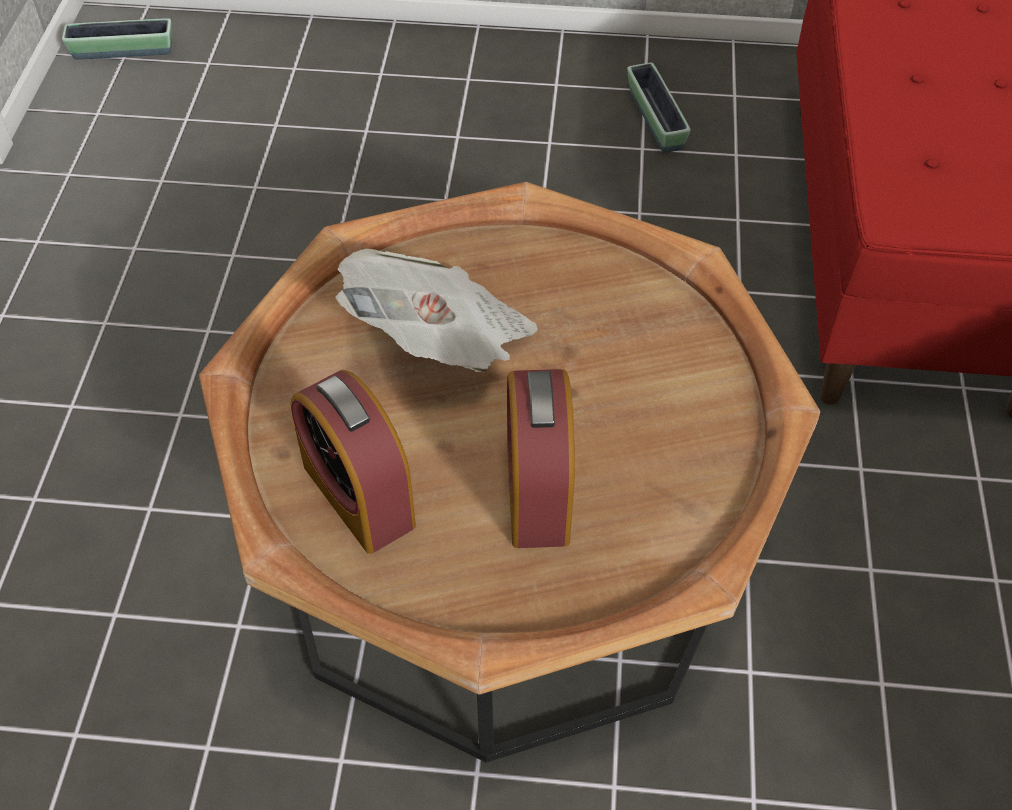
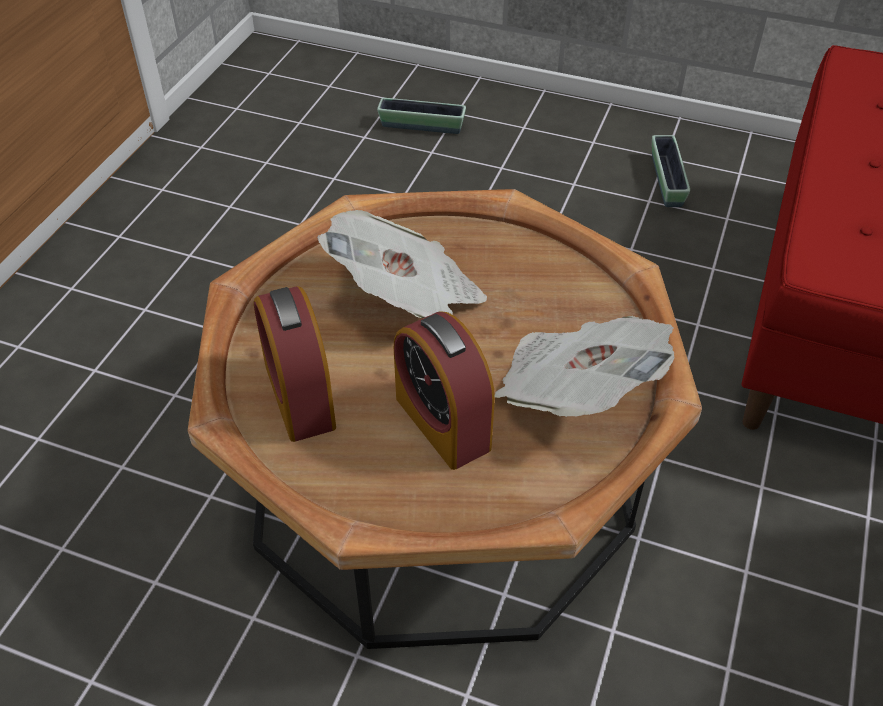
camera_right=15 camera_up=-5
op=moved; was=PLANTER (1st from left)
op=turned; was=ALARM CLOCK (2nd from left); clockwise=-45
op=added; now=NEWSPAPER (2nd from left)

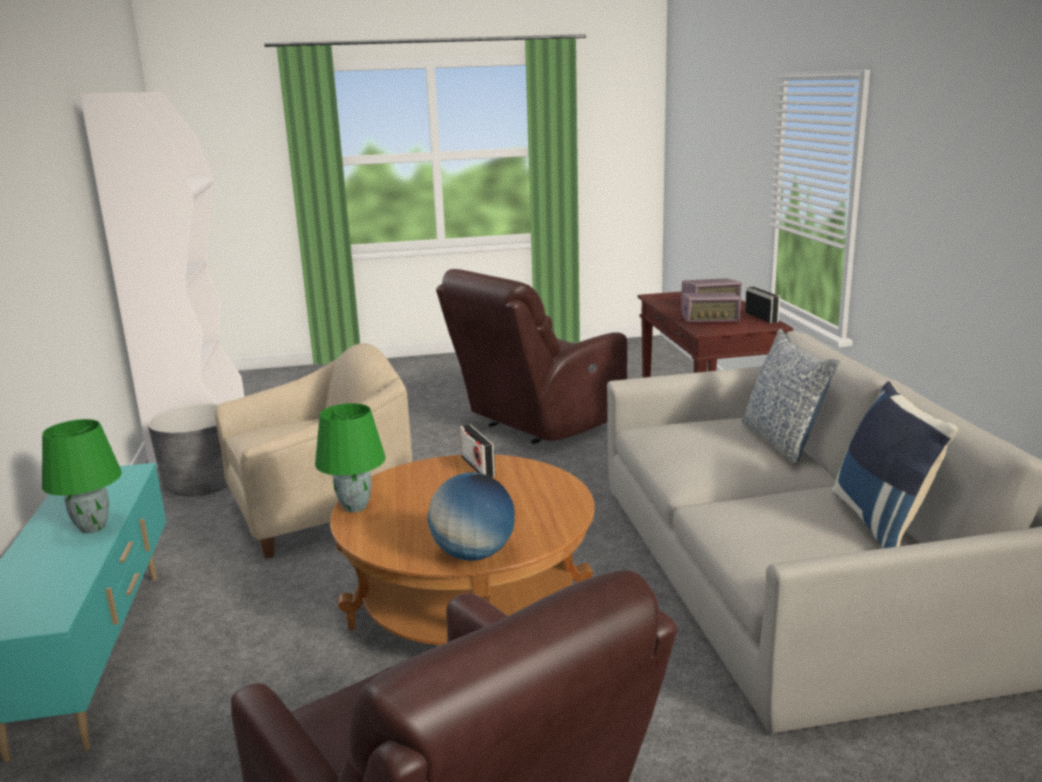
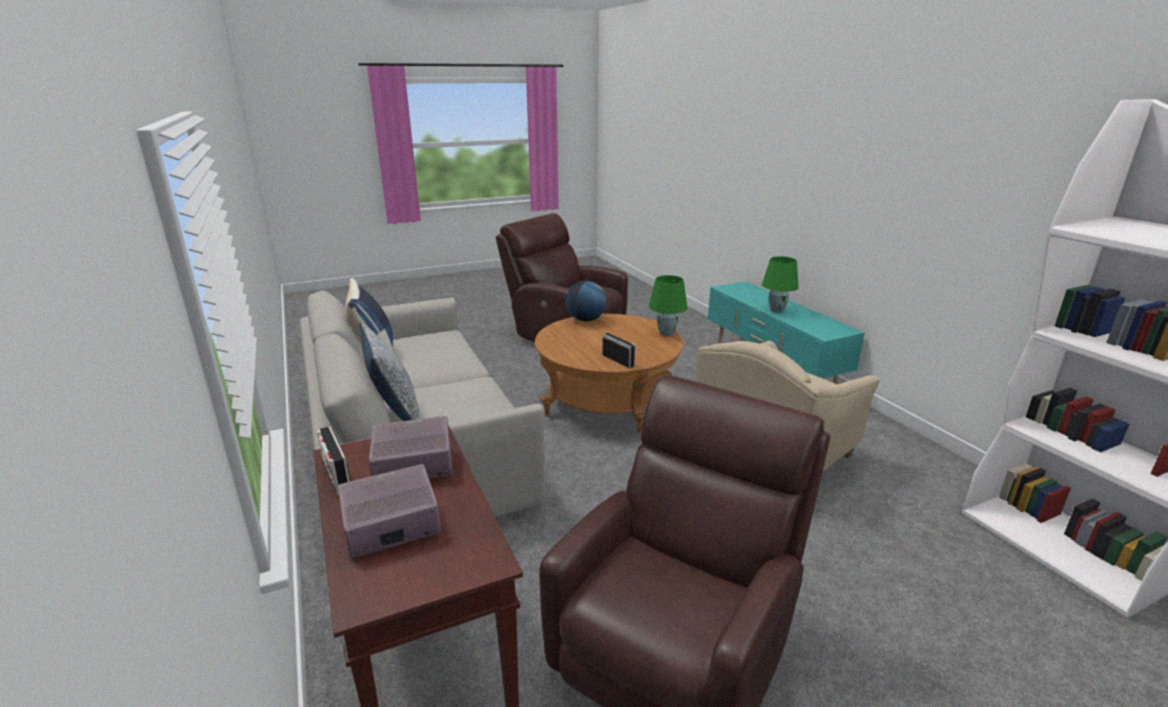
camera_right=165 camera_up=5
op=removed; was=GREY PLANTER

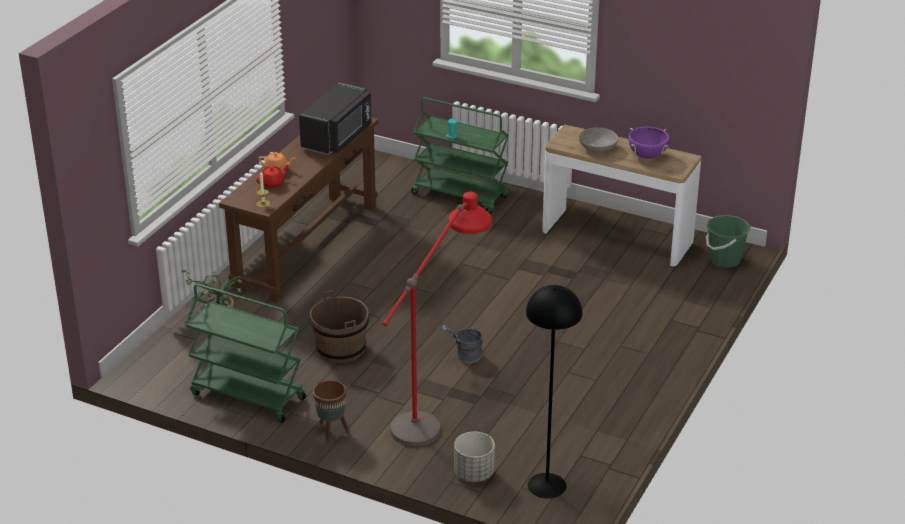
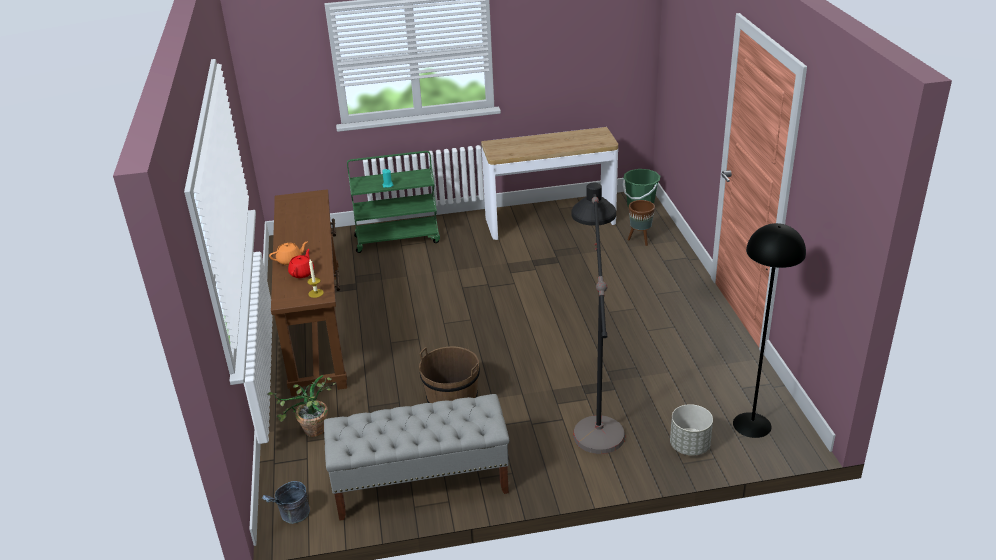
camera_right=-35 camera_up=0
op=replaced; was=GREEN CART (1st from left); now=GREY BENCH
op=removed; was=BLACK MICROWAVE
op=moved; was=BROWN PLANTER
op=recoloured; was=RED FLOOR LAMP; now=BLACK FLOOR LAMP (1st from left)
op=moved; was=GREY BUCKET
op=removed; was=GREY BOWL
op=removed; was=PURPLE COOKING POT

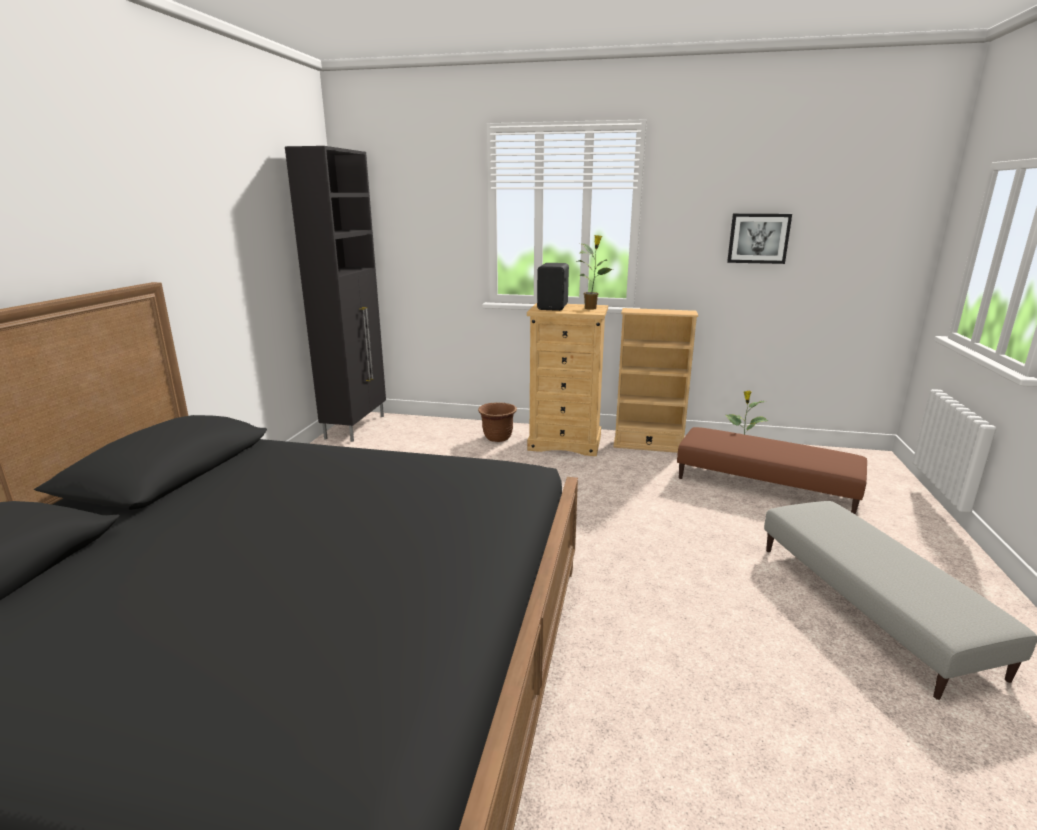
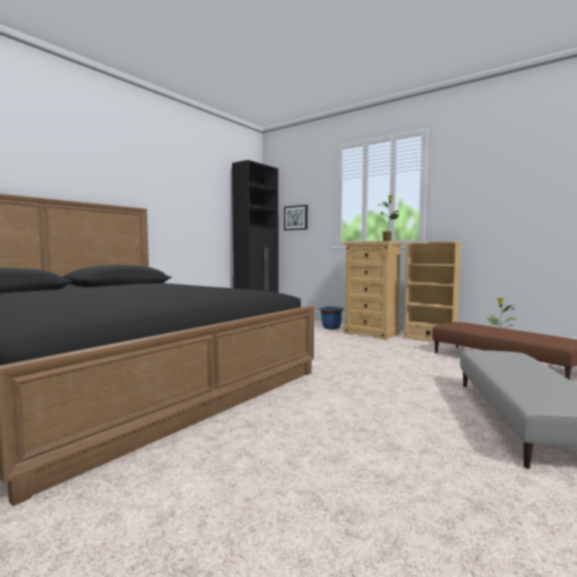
camera_right=25 camera_up=-15
op=recoloured; was=BROWN PLANTER; now=BLUE PLANTER
op=removed; was=BLACK SPEAKER
op=moved; was=PICTURE

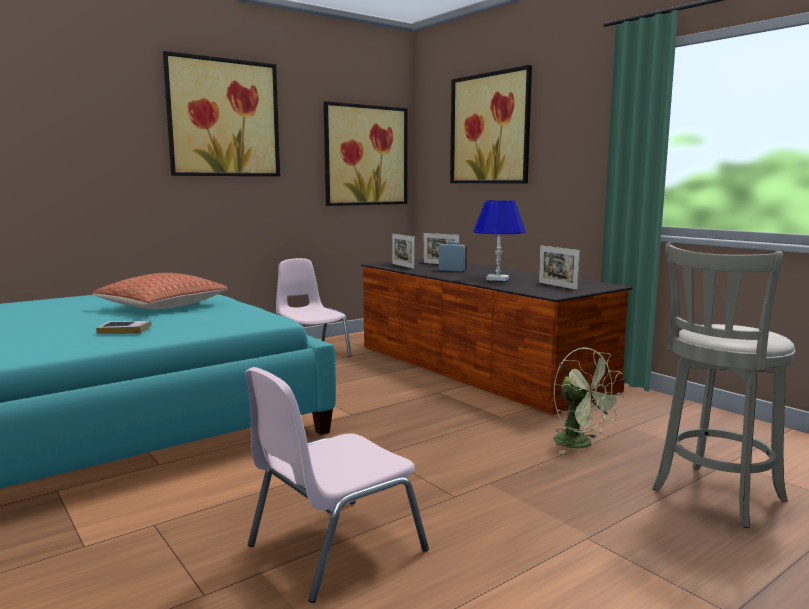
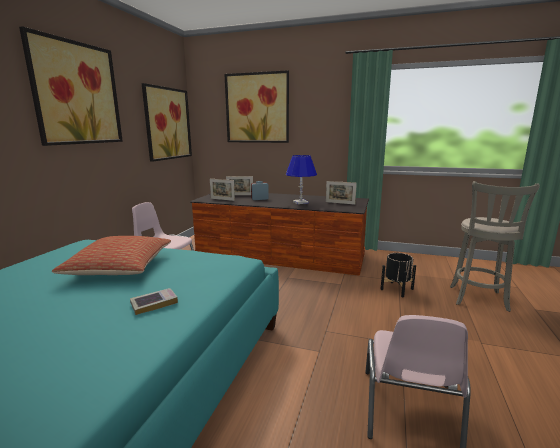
camera_right=-35 camera_up=5
op=replaced; was=GREEN FAN; now=BLACK PLANTER

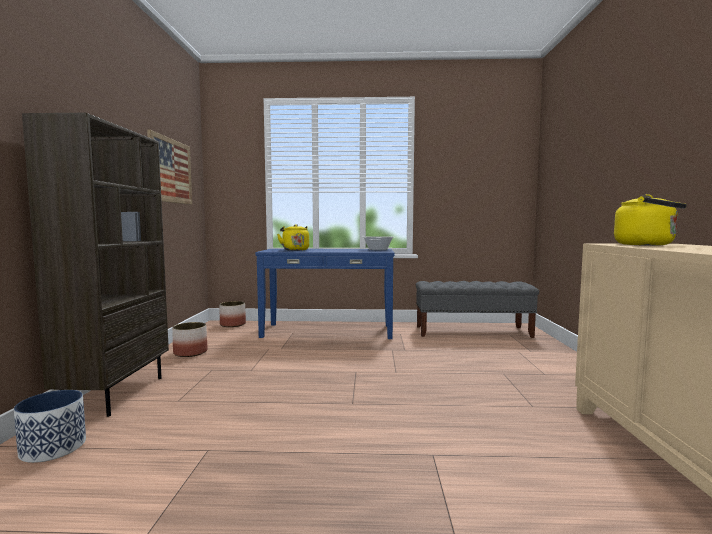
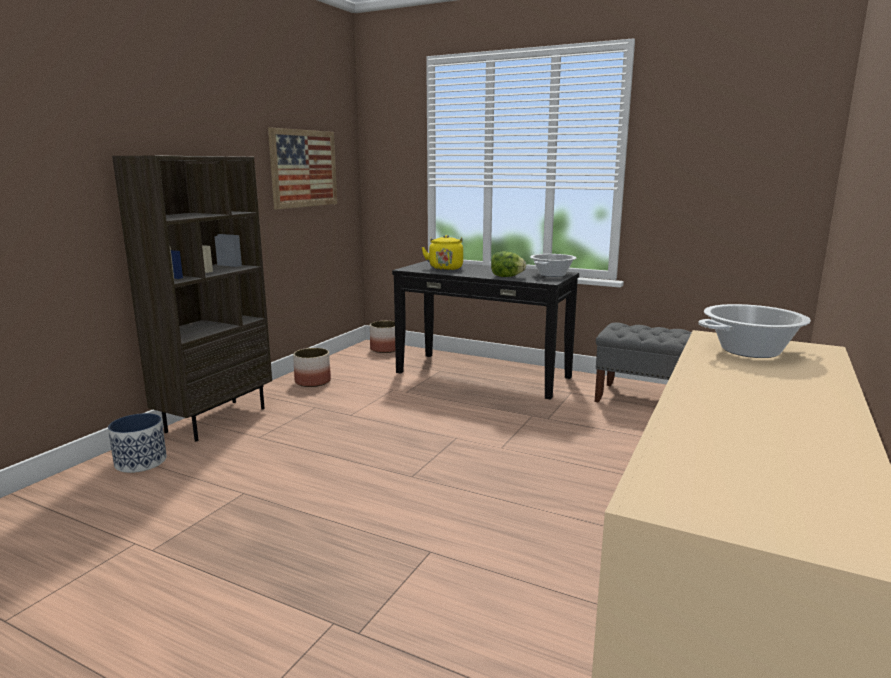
camera_right=25 camera_up=10
op=recoloured; was=BLUE CONSOLE TABLE; now=BLACK CONSOLE TABLE
op=replaced; was=YELLOW KETTLE (2nd from left); now=COOKING POT (2nd from left)
op=added; now=LETTUCE

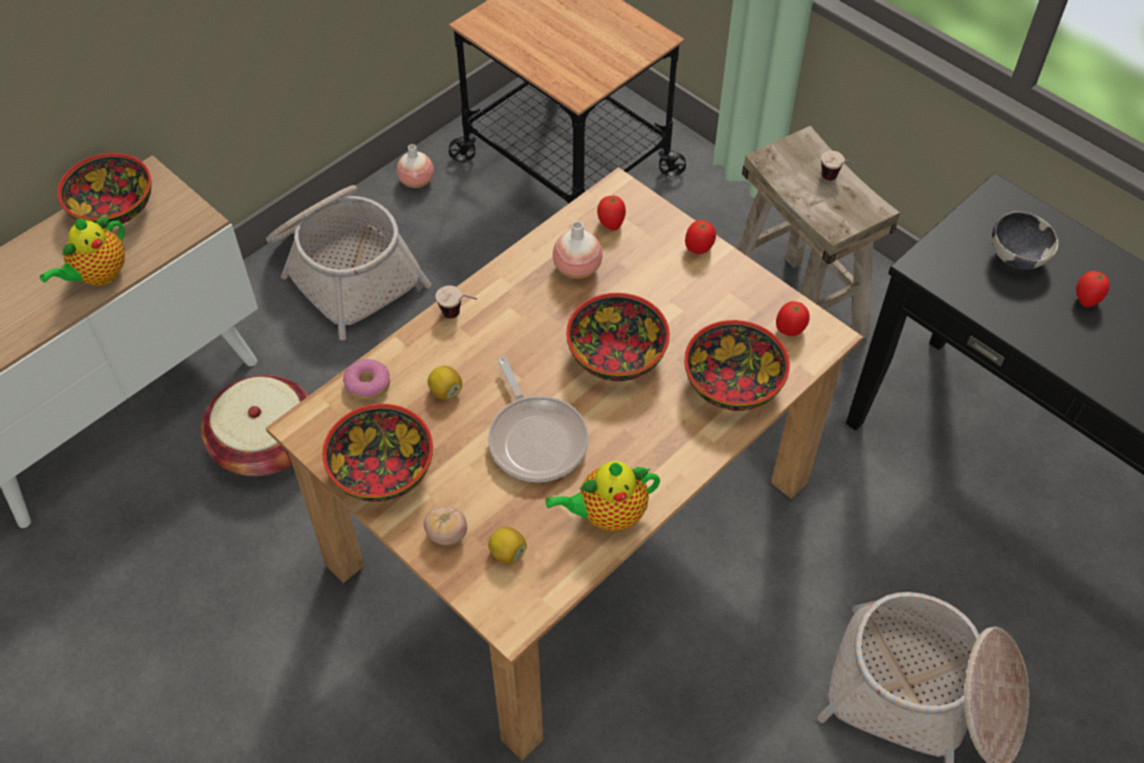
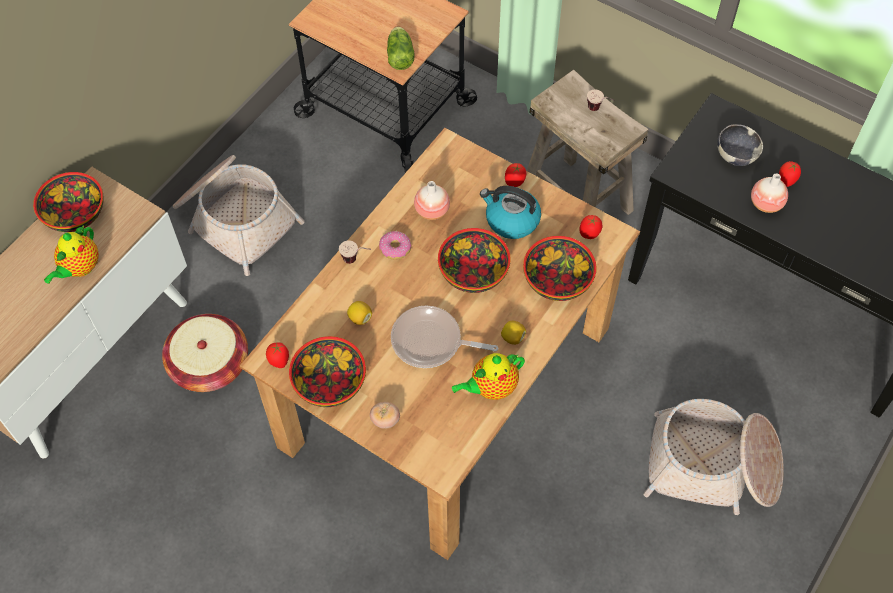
camera_right=-10 camera_up=5
op=moved; was=DONUT
op=moved; was=VASE (1st from left in the first image); now=VASE (2nd from left)
op=turned; was=FRYING PAN; clockwise=135
op=moved; was=LEMON (2nd from left)
op=moved; was=TOMATO (2nd from left in the first image); now=TOMATO (1st from left)
op=added; now=LETTUCE
op=added; now=KETTLE

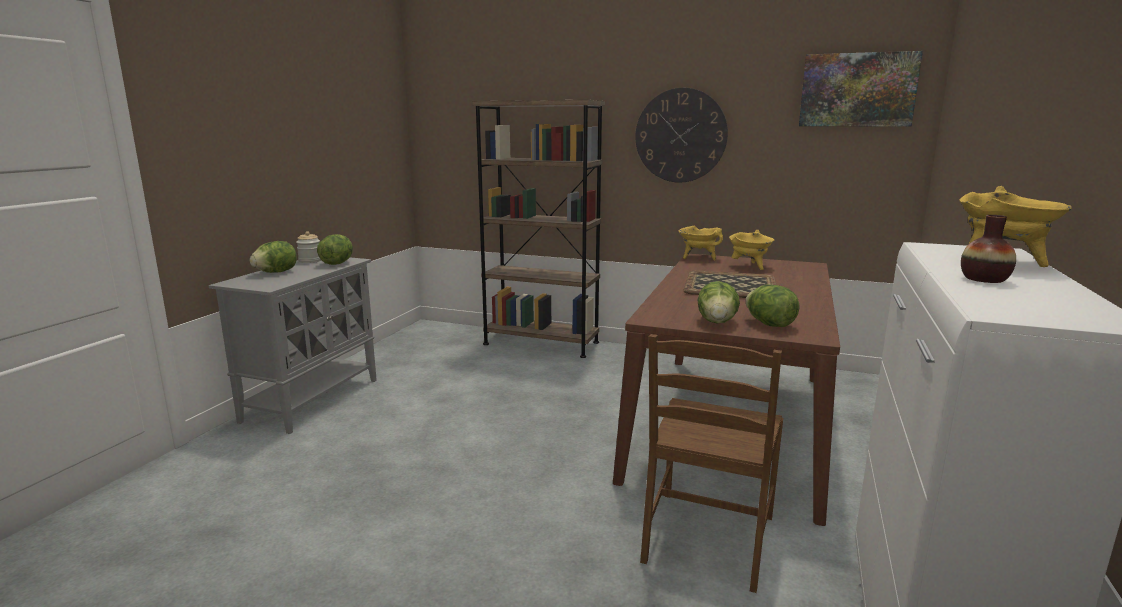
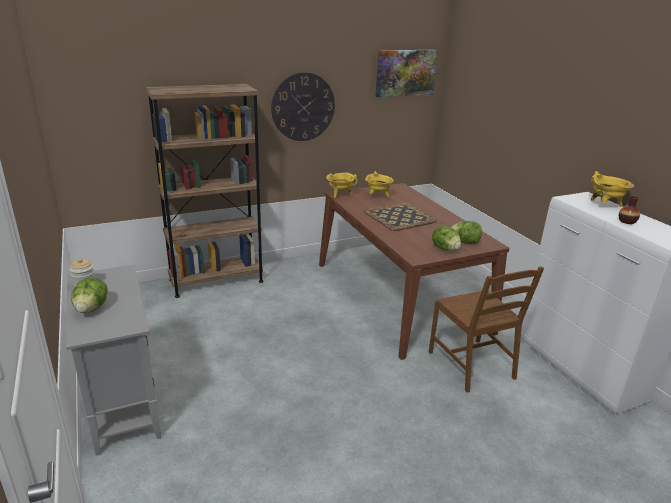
camera_right=-45 camera_up=10
op=removed; was=LETTUCE (2nd from left)

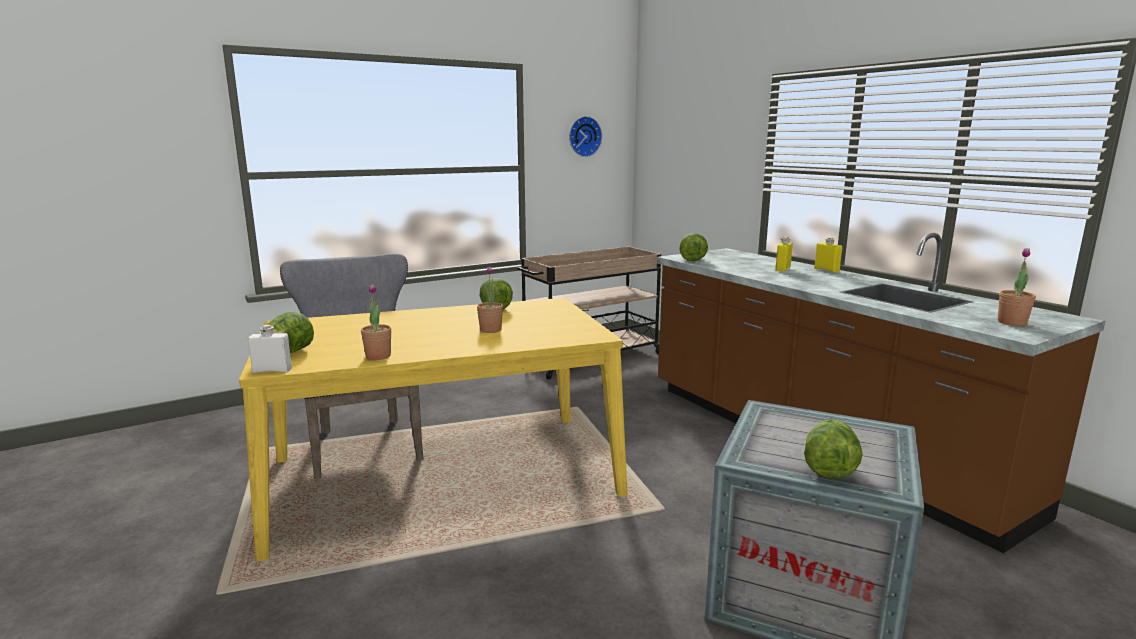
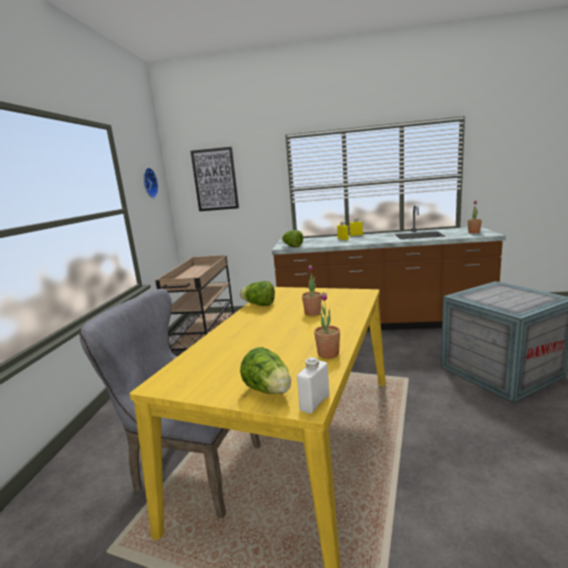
camera_right=-50 camera_up=0
op=removed; was=LETTUCE (4th from left)
op=added; now=PICTURE

